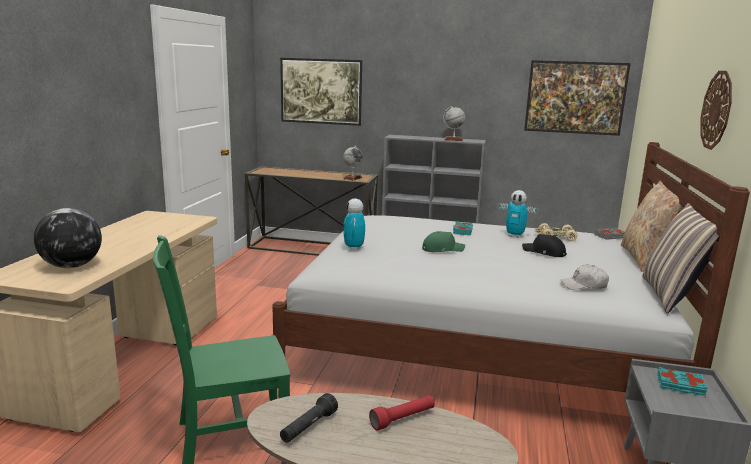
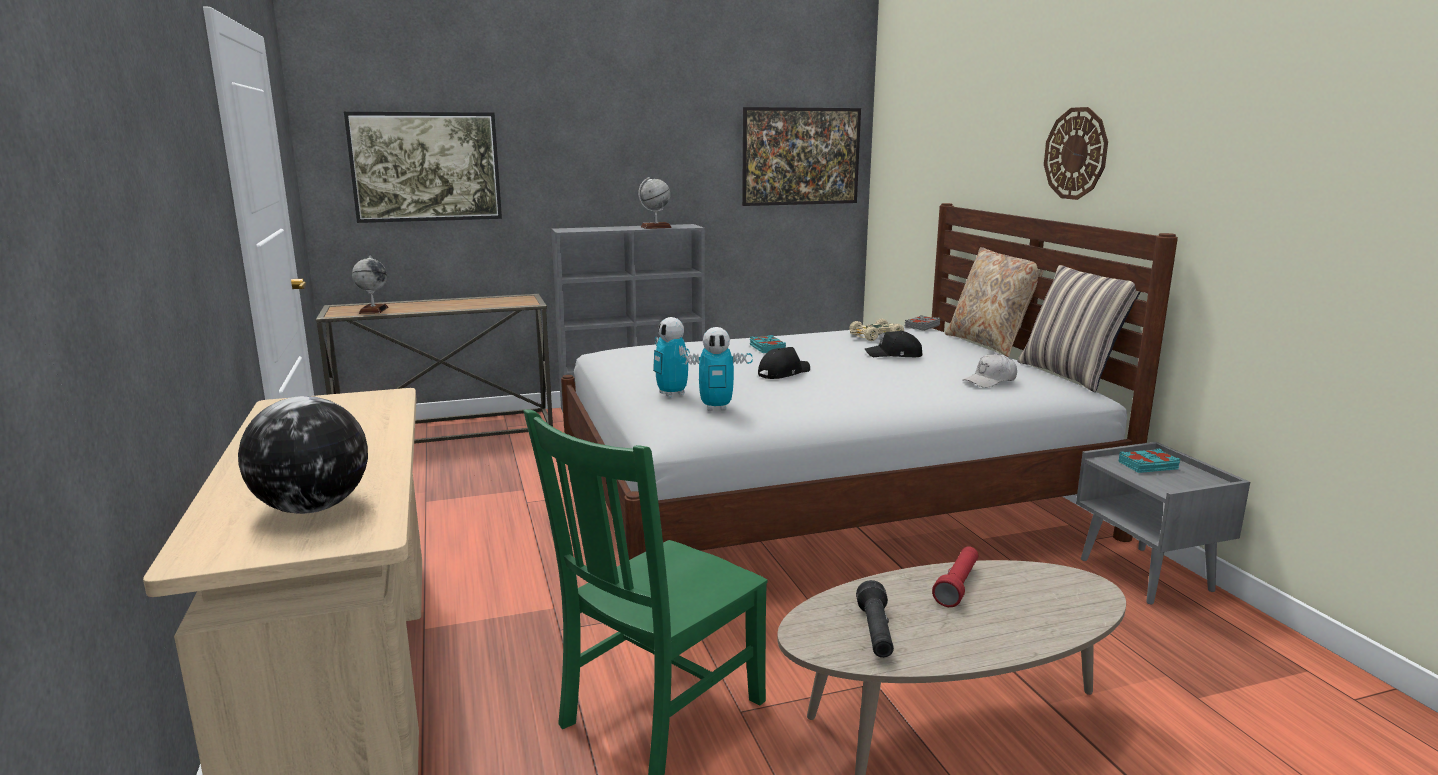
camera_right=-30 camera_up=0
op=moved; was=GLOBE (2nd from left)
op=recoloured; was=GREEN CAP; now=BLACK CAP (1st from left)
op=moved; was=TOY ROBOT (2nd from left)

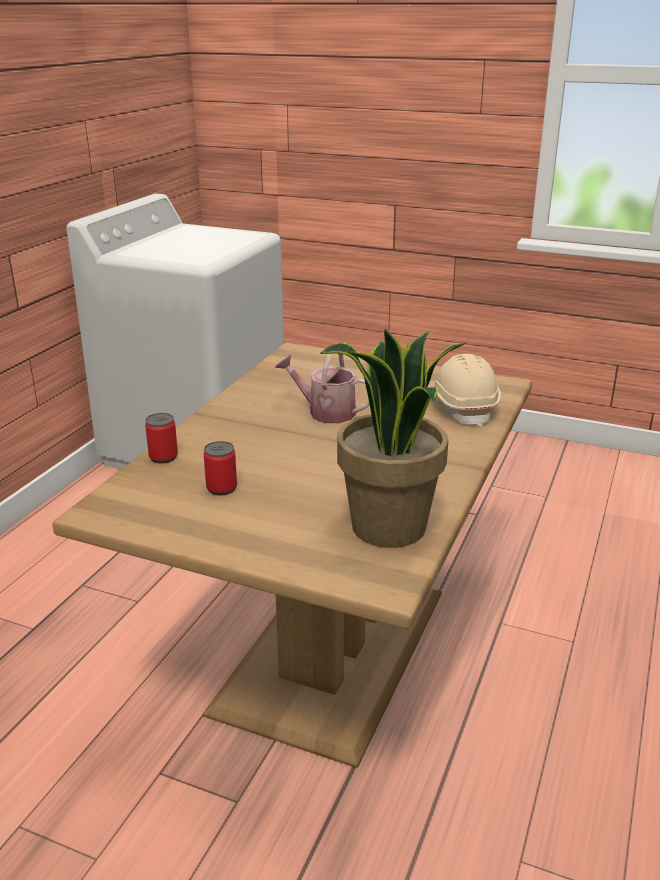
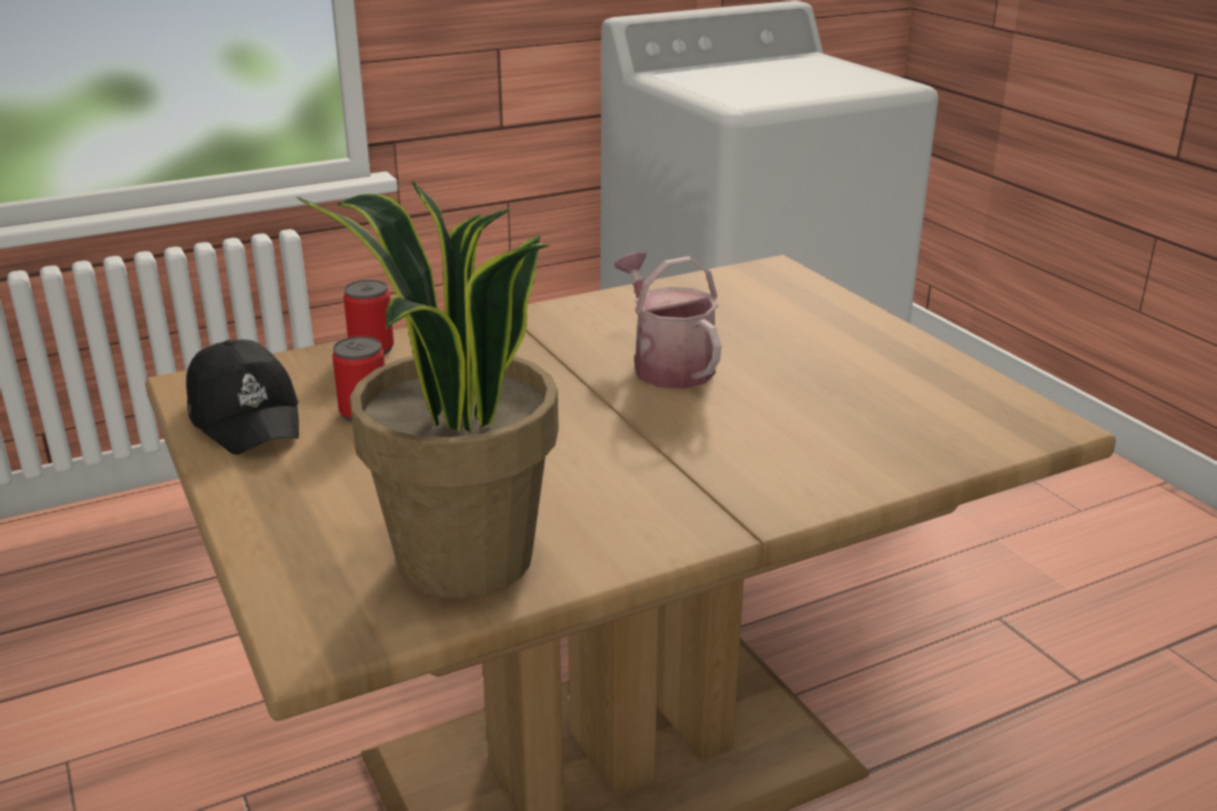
camera_right=40 camera_up=0
op=removed; was=BEIGE HARD HAT
op=added; now=BLACK CAP

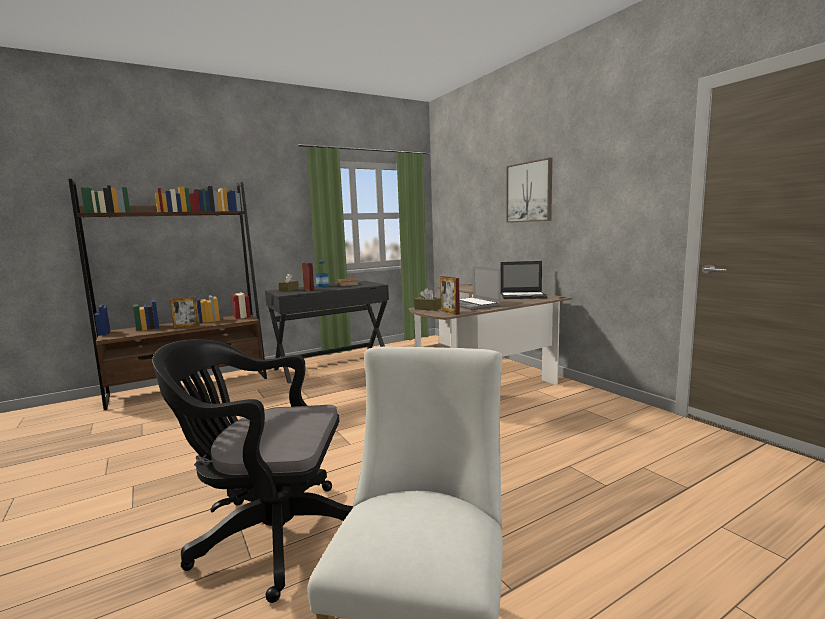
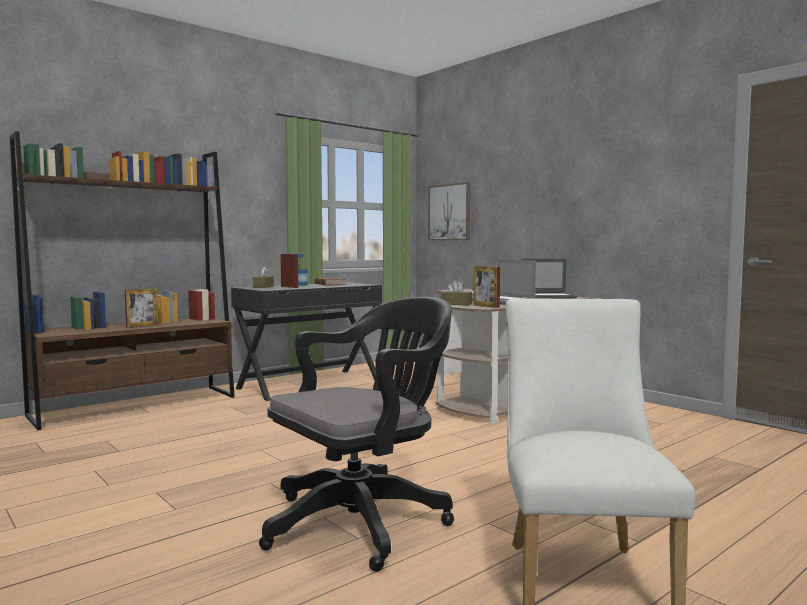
camera_right=-10 camera_up=-5
op=turned; was=BLACK OFFICE CHAIR; clockwise=150
op=moved; was=PICTURE

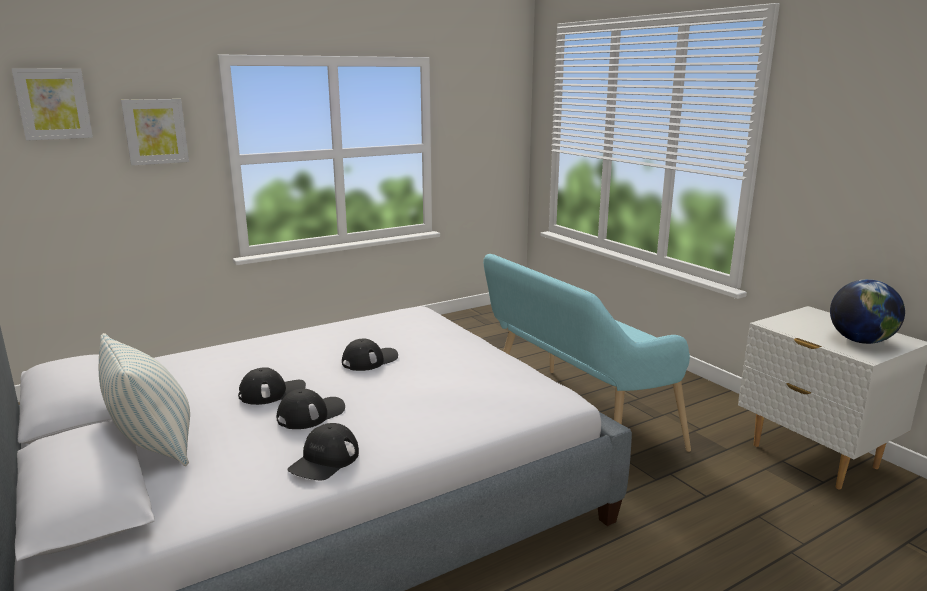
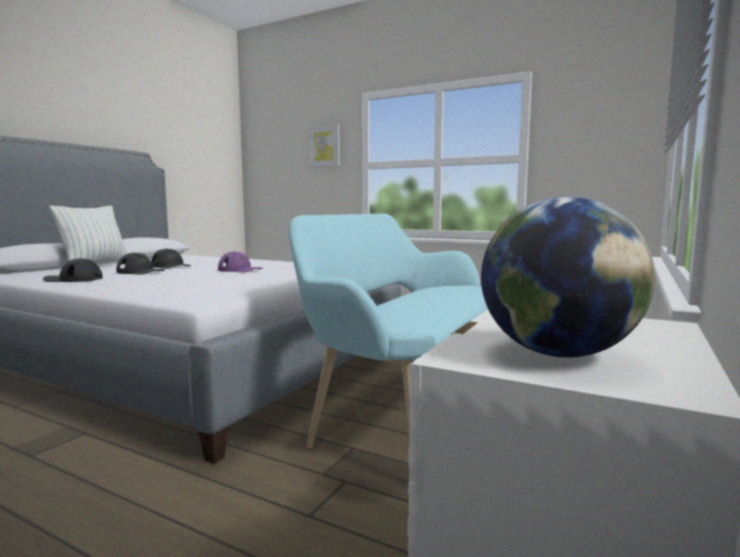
camera_right=60 camera_up=-10
op=removed; was=PICTURE (1st from left)
op=recoloured; was=BLACK CAP (4th from left); now=PURPLE CAP

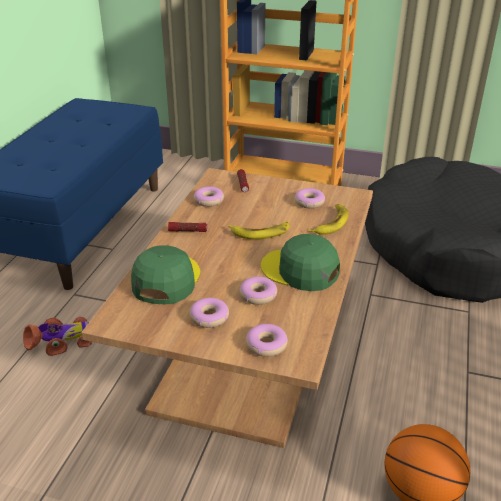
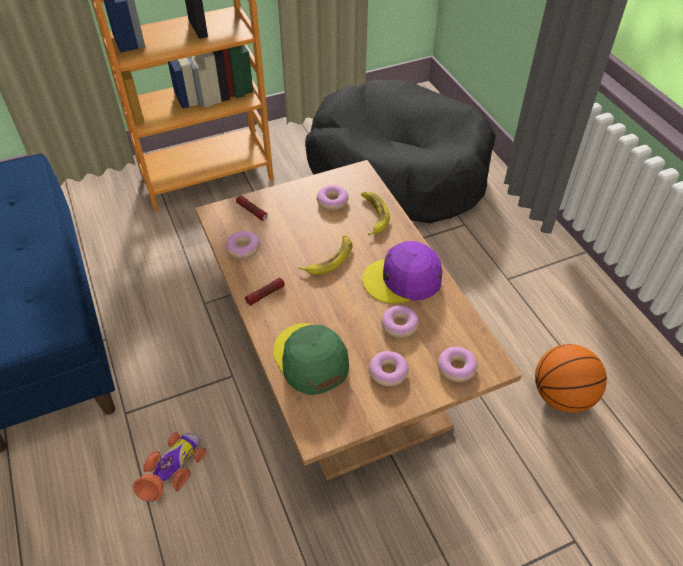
camera_right=-40 camera_up=15
op=recoloured; was=GREEN CAP (2nd from left); now=PURPLE CAP

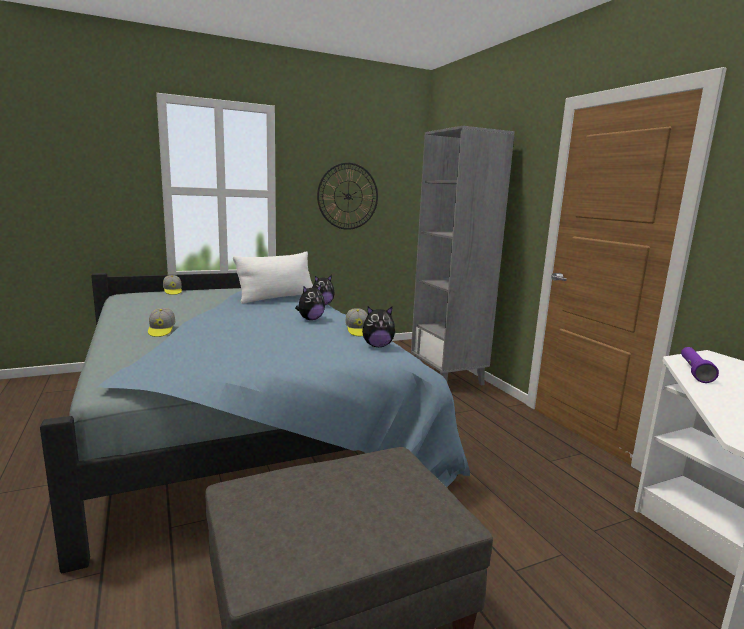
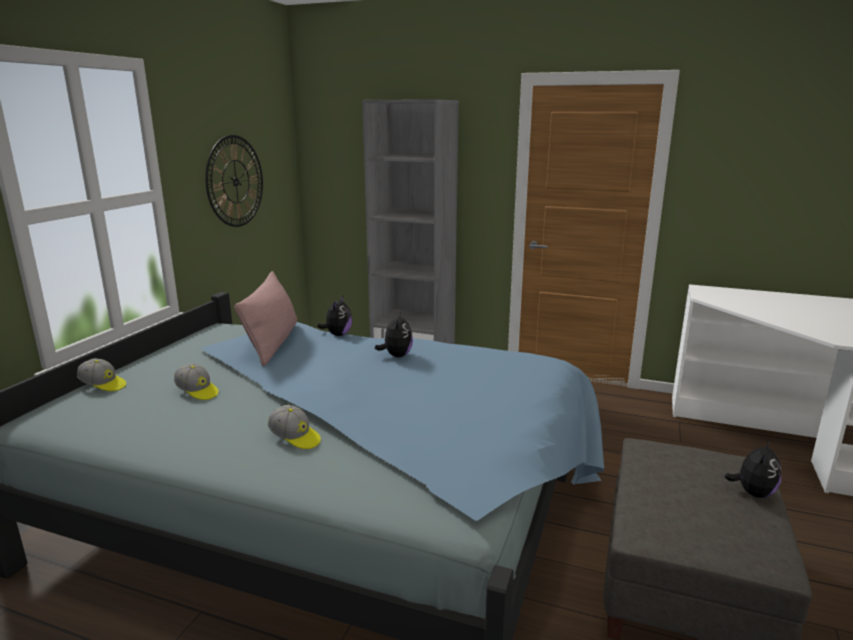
camera_right=-45 camera_up=5
op=recoloured; was=WHITE PILLOW; now=PINK PILLOW
op=moved; was=CAP (3rd from left in the first image); now=CAP (2nd from left)
op=moved; was=PLUSH TOY (3rd from left)
op=removed; was=PURPLE FLASHLIGHT

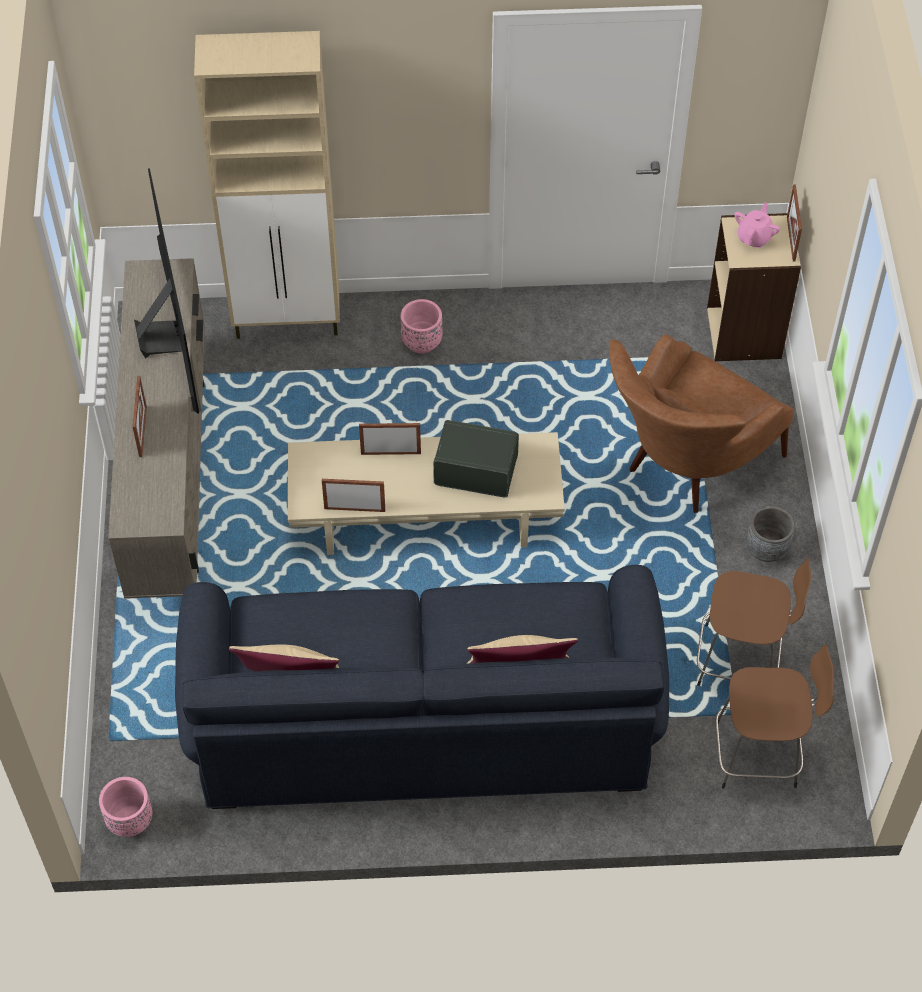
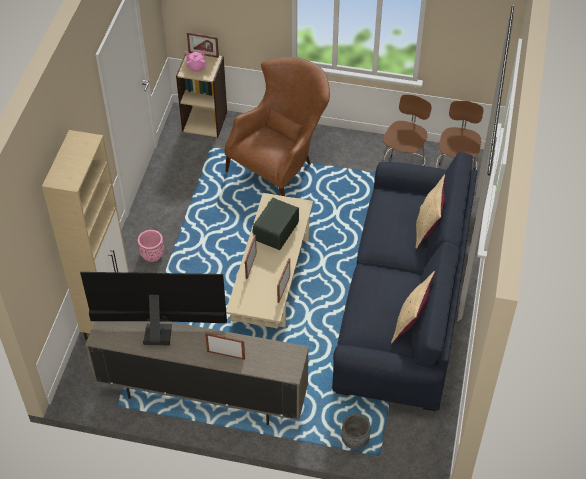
camera_right=-75 camera_up=-5
op=removed; was=PINK PLANTER (1st from left)
op=turned; was=BROWN ARMCHAIR; clockwise=-105
op=moved; was=GREY PLANTER

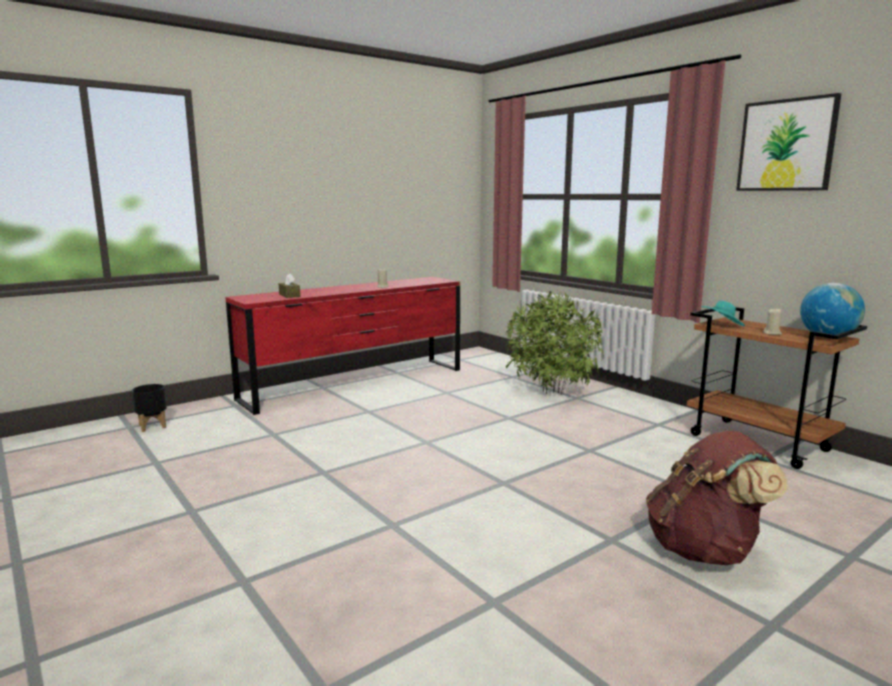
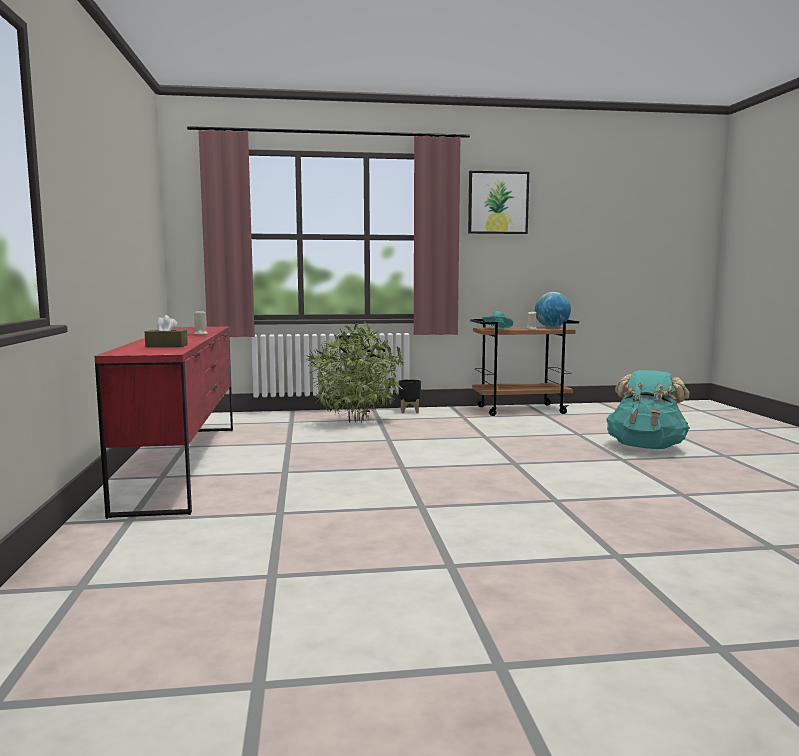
camera_right=-60 camera_up=-5
op=moved; was=BLACK PLANTER
op=recoloured; was=BROWN BACKPACK; now=TURQUOISE BACKPACK

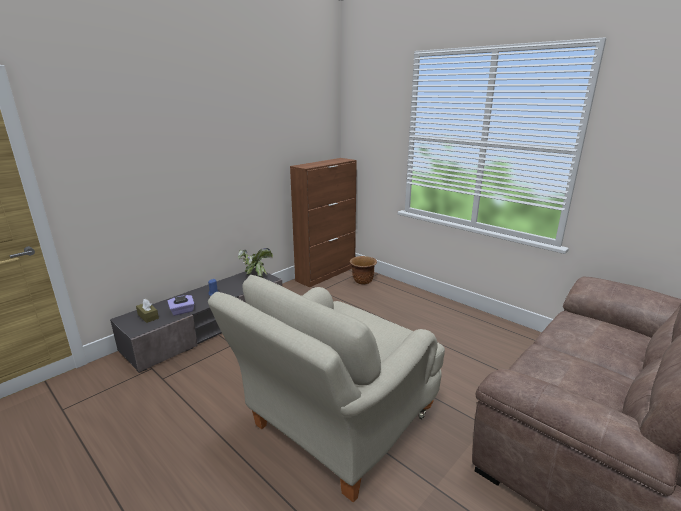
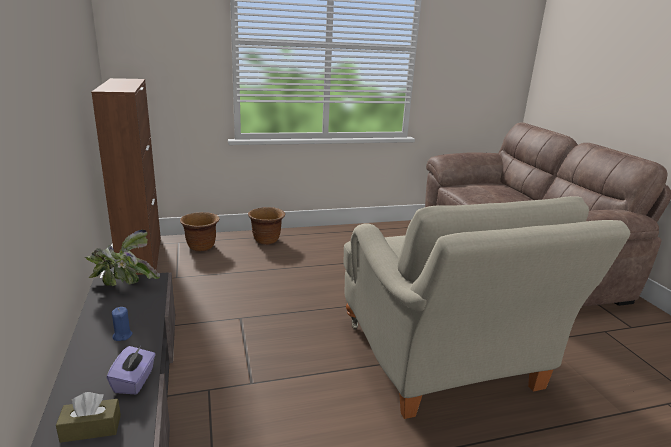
camera_right=-60 camera_up=0
op=added; now=BROWN PLANTER (2nd from left)

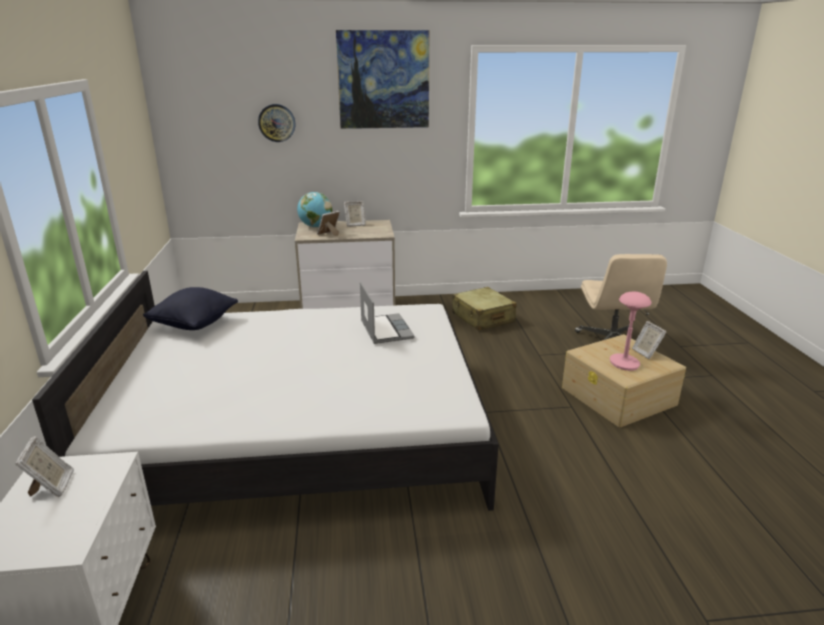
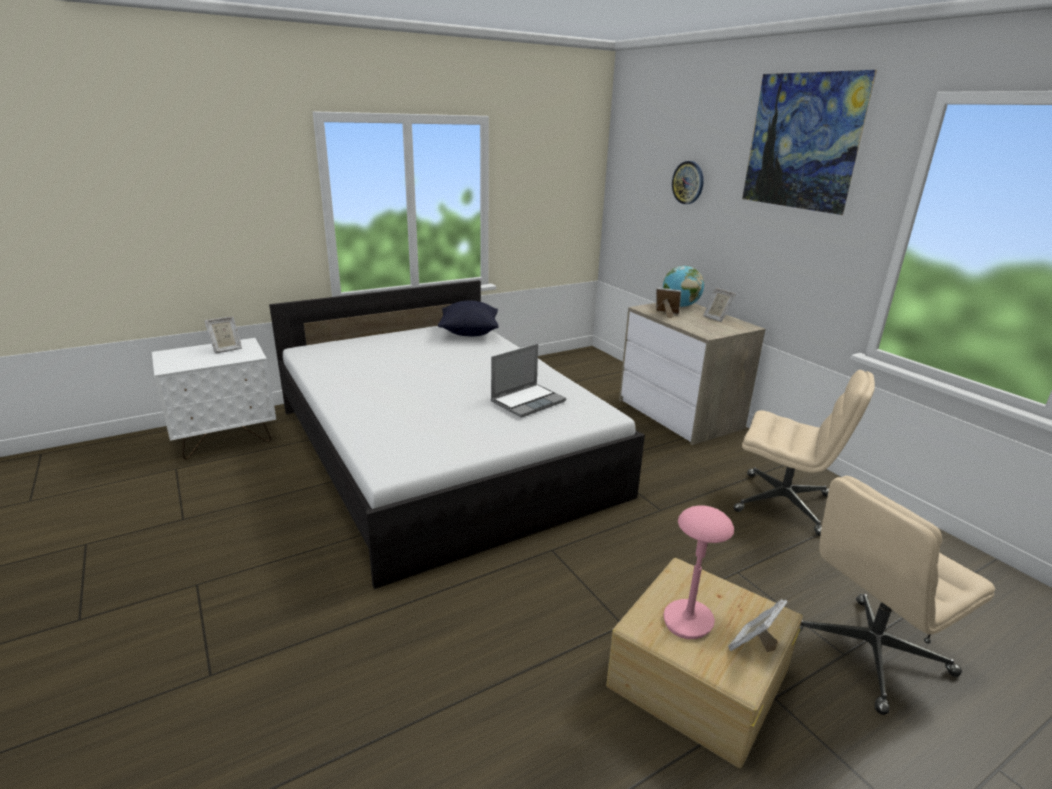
camera_right=65 camera_up=0
op=replaced; was=BEIGE SUITCASE; now=BEIGE OFFICE CHAIR (1st from left)

